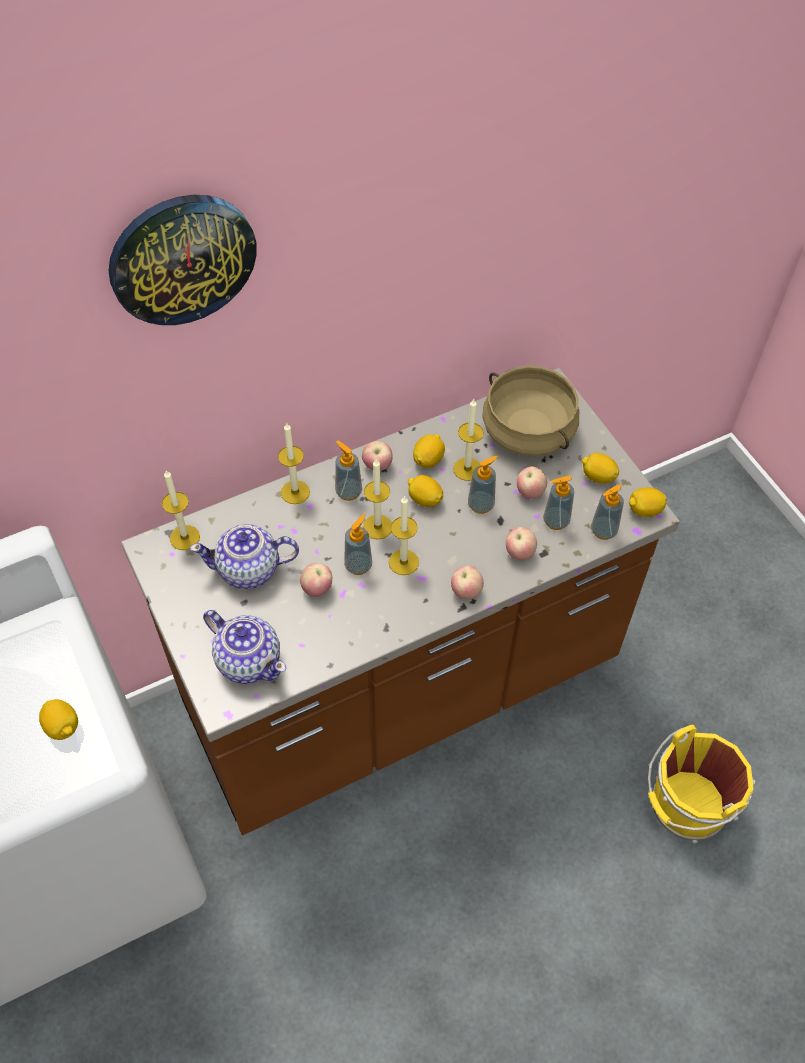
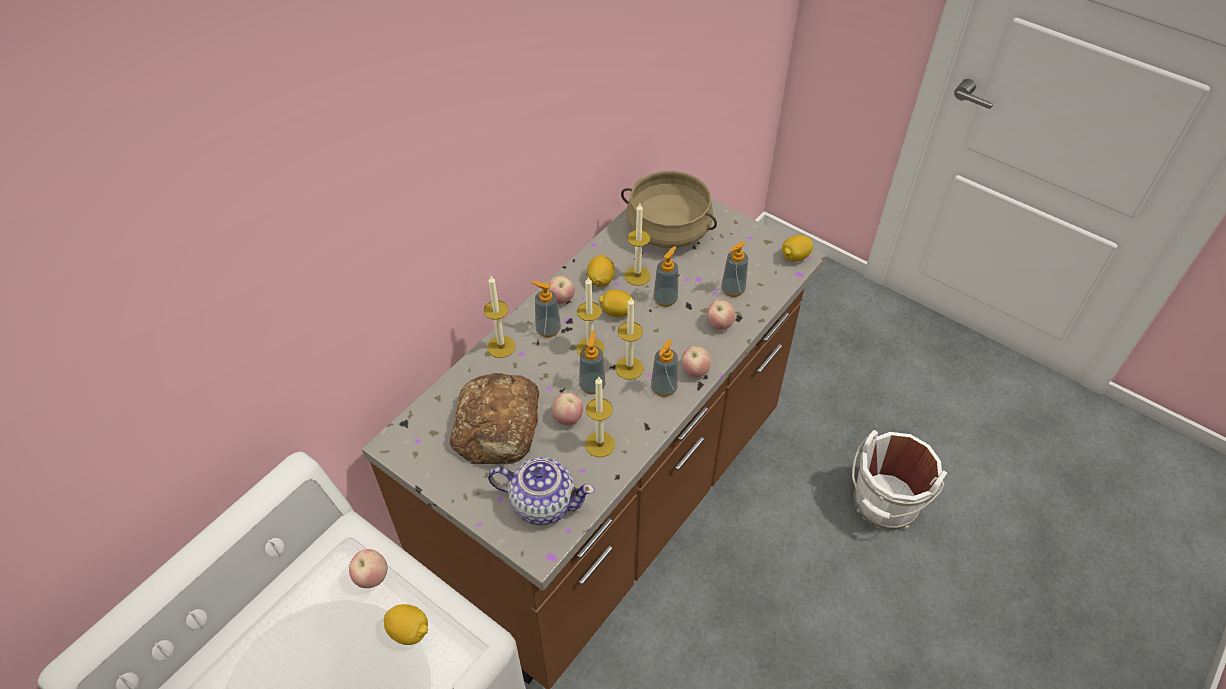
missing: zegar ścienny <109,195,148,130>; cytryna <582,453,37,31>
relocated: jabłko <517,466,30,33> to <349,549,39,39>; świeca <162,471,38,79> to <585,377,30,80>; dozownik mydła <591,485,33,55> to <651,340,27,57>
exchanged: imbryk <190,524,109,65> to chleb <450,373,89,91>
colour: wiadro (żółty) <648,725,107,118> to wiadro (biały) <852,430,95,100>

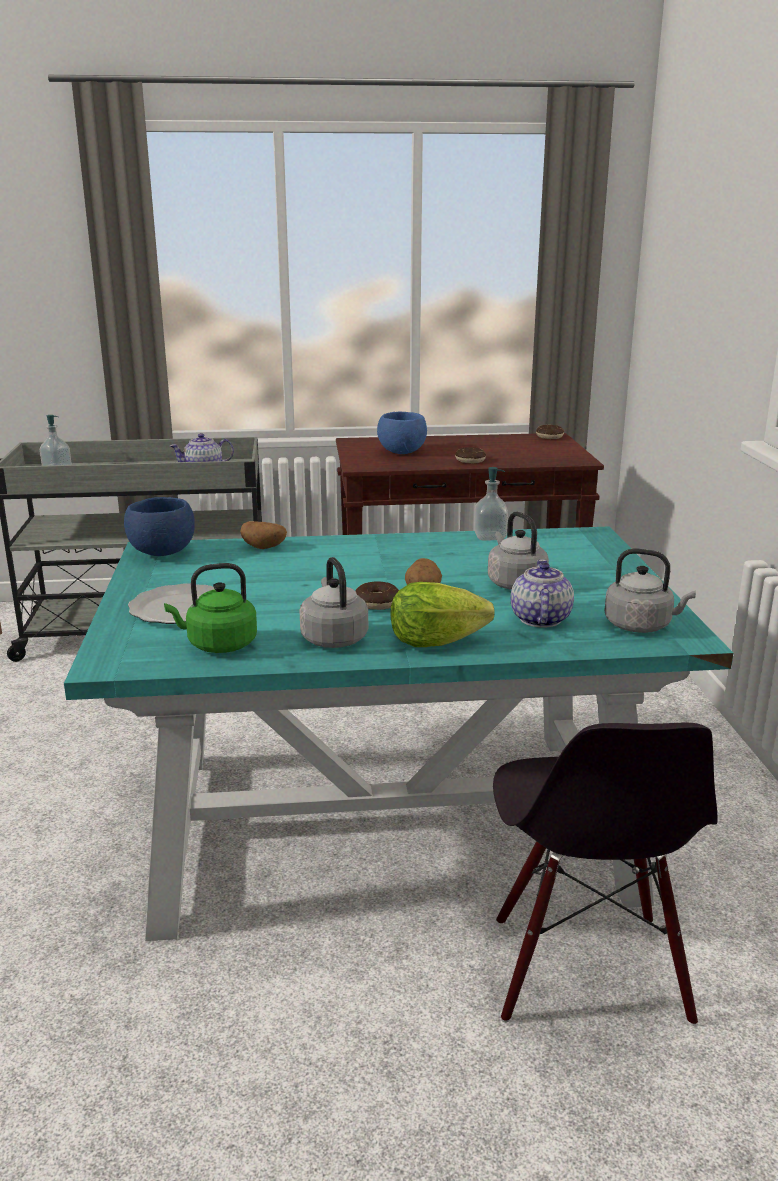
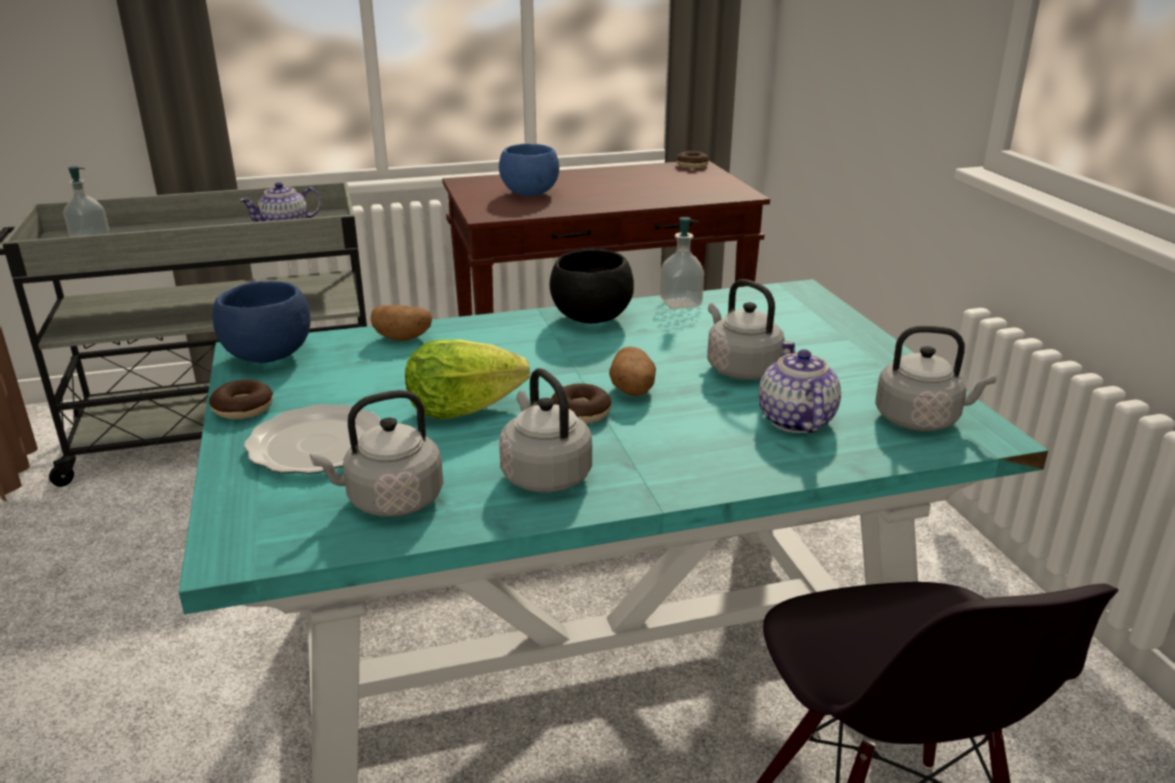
appeared: miska (czarny) <550,249,84,75>
relocated: donut <455,447,31,16> to <209,379,64,40>; sałata <390,582,105,65> to <405,340,125,79>
colour: czajnik (zielony) <164,563,93,90> to czajnik (szary) <310,390,133,127>

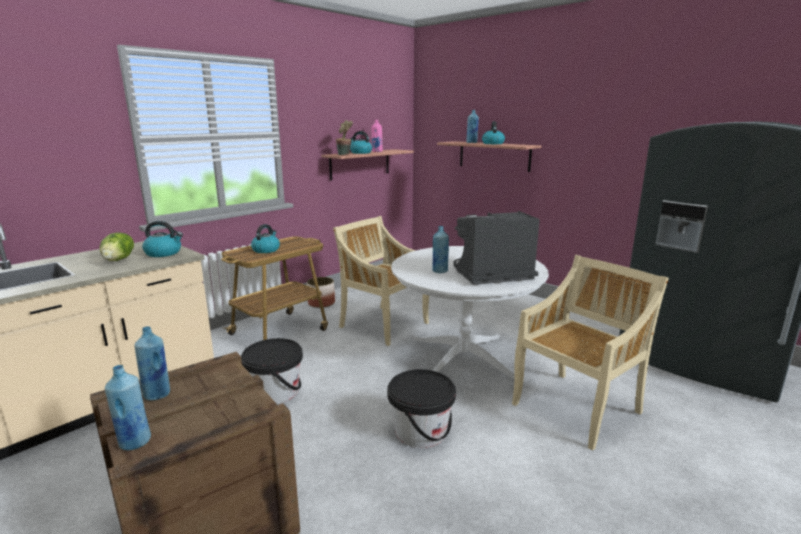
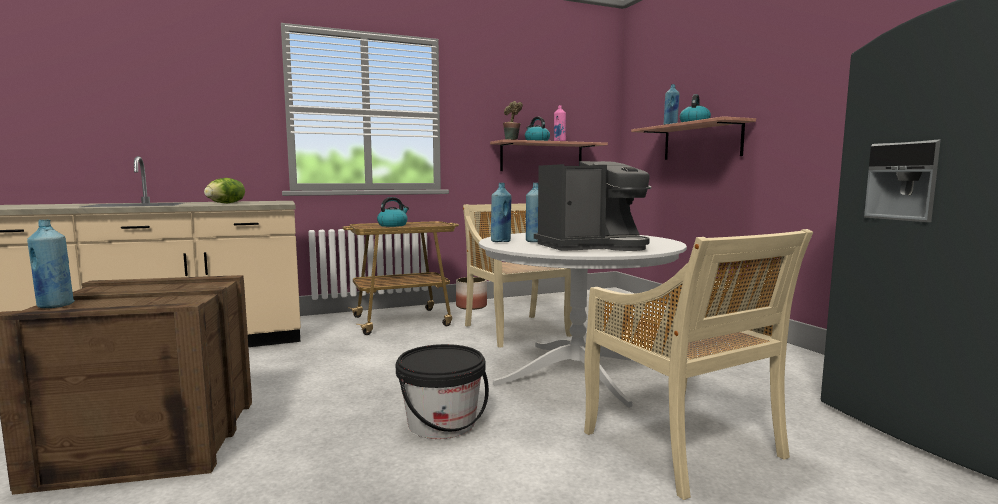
missing: czajnik <142,221,41,36>; wiadro (czarny) <241,338,62,66>
relocated: butelka (niebieski) <134,326,36,75> to <491,183,20,59>
spun: ekspres do kawy <454,211,86,74> = <534,161,117,90> 150 degrees clockwise; krzesło (beżowy) <512,255,157,196> = <584,229,229,271> 75 degrees clockwise

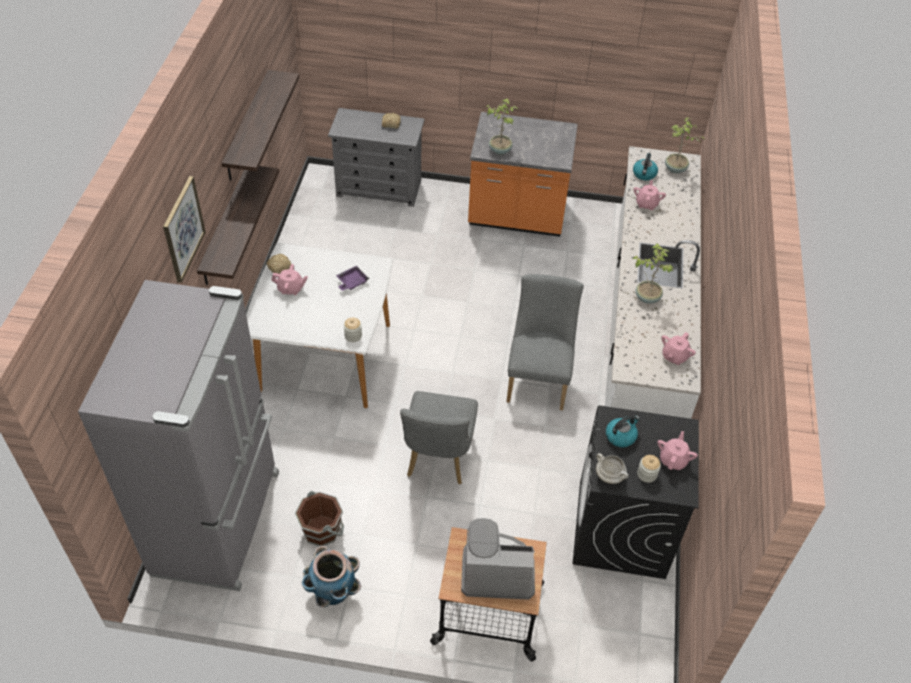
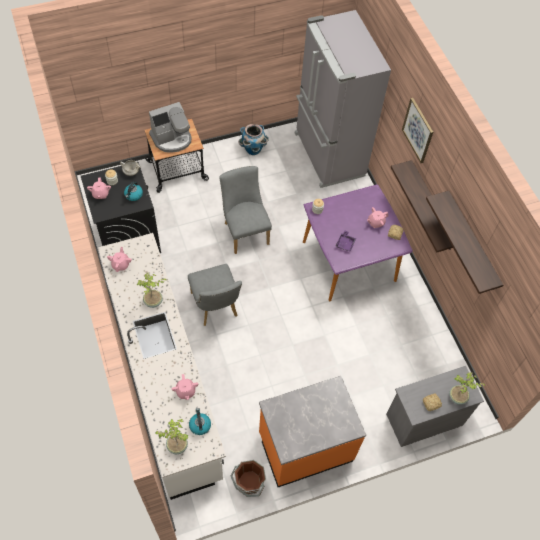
relocated: wiadro (brązowy) <295,491,49,55> to <231,460,35,37>; roślina doniczkowa <486,98,32,57> to <449,372,36,33>
colour: stół jadalny (biały) <246,243,147,165> to stół jadalny (fioletowy) <303,184,110,118>

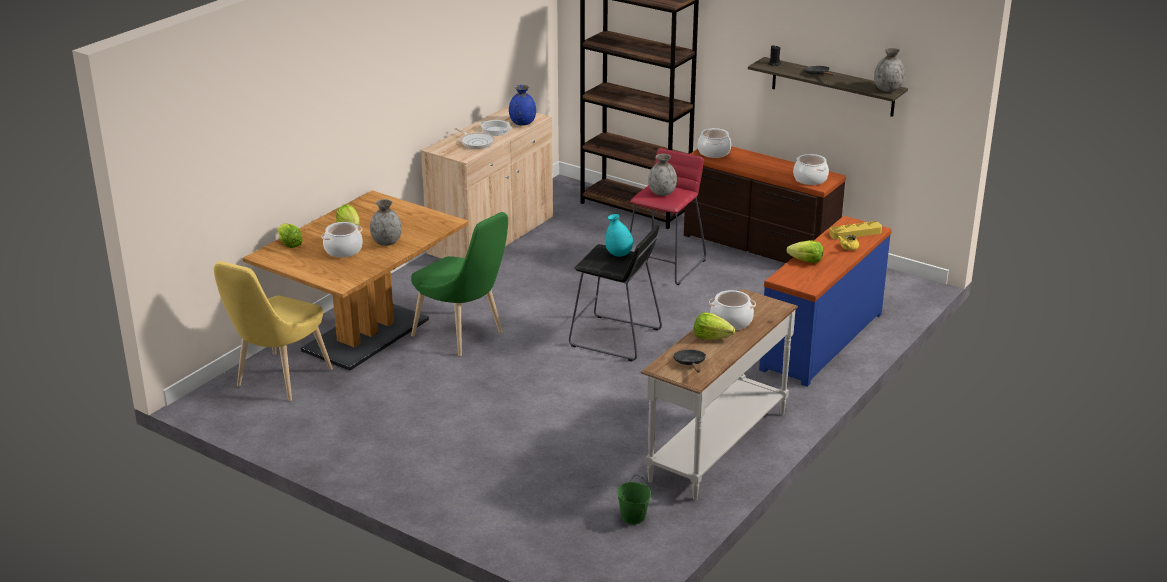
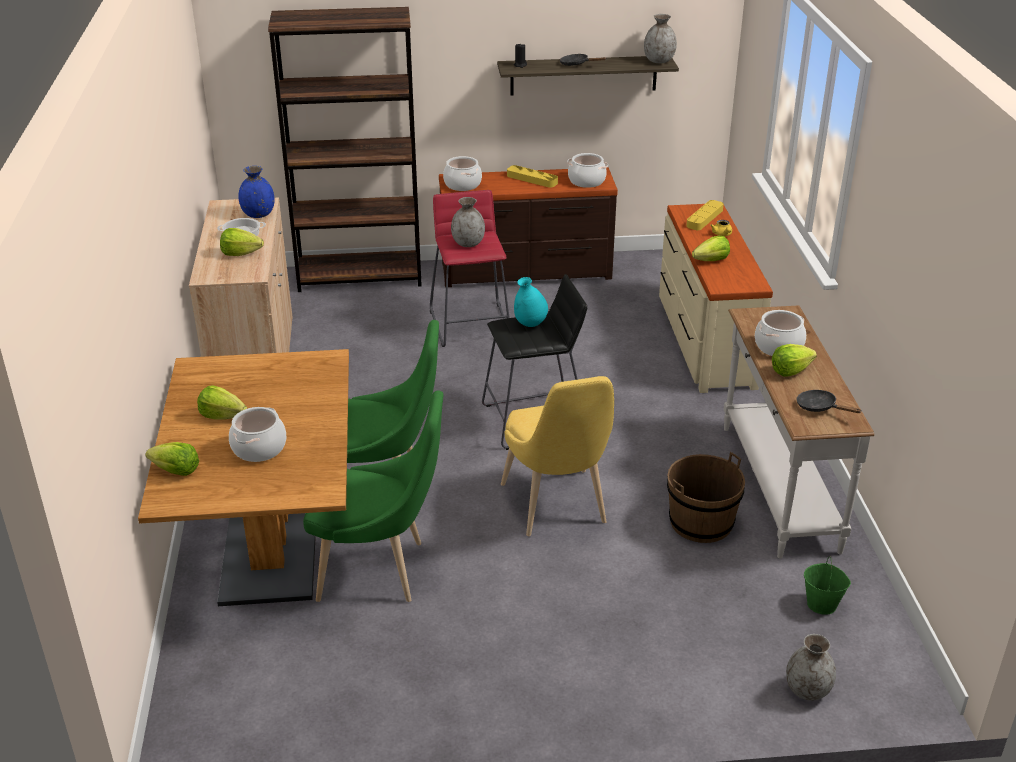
appeared: krzesło (zielony) <303,390,140,212>; taca (żółty) <507,165,51,23>; wiadro (brązowy) <667,452,78,91>
relocated: krzesło (żółty) <214,261,119,140> to <501,376,113,160>; wazon (szary) <370,199,32,47> to <786,634,50,67>
exchanged: patelnia <455,128,40,21> to sałata <220,228,44,28>
colour: komoda (niebieski) <759,216,133,171> to komoda (beżowy) <659,204,114,189>

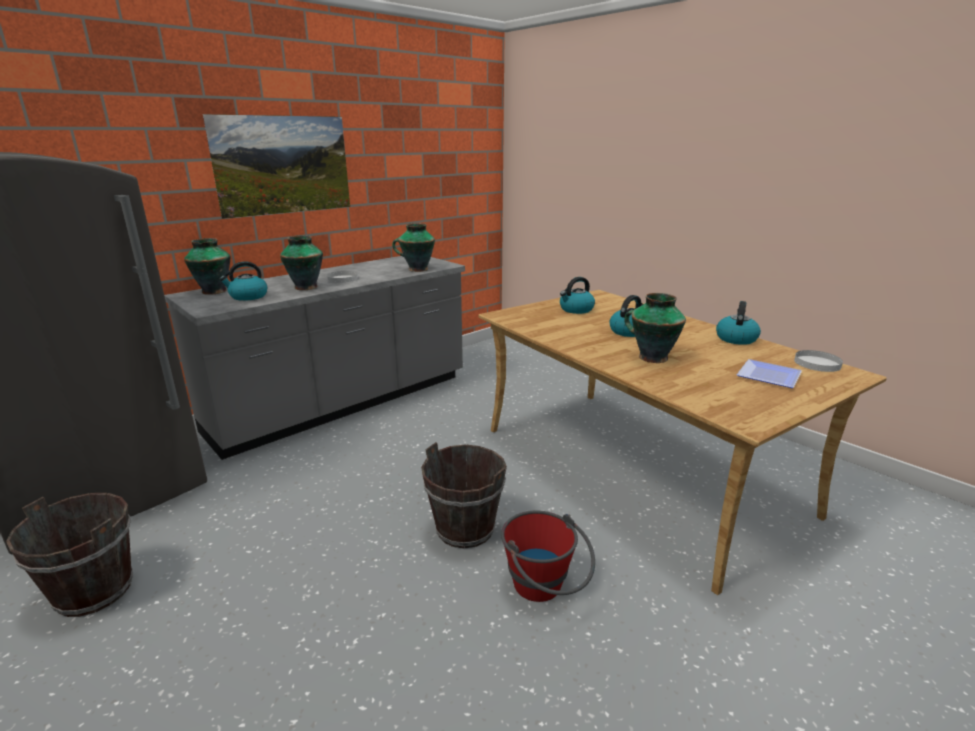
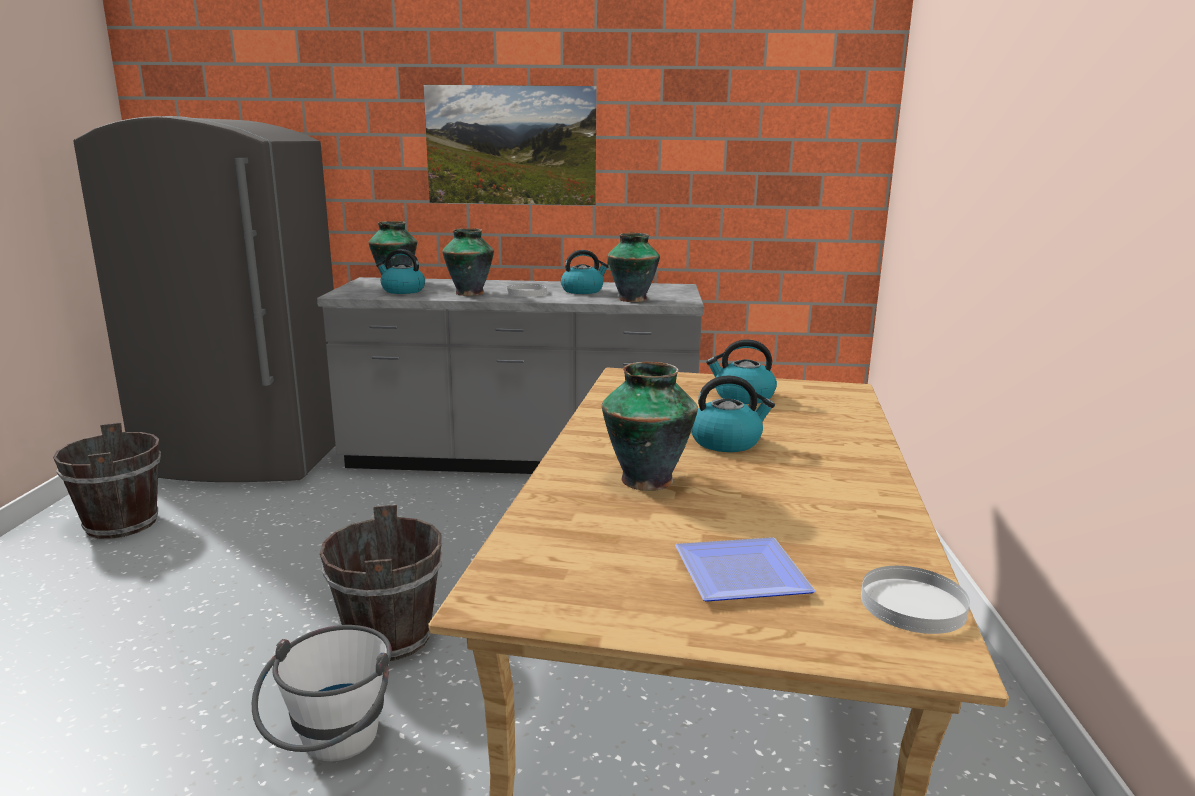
relocated: czajnik <716,301,45,44> to <561,250,47,44>
colour: wiadro (czerwony) <501,510,94,92> to wiadro (biały) <252,625,140,136>

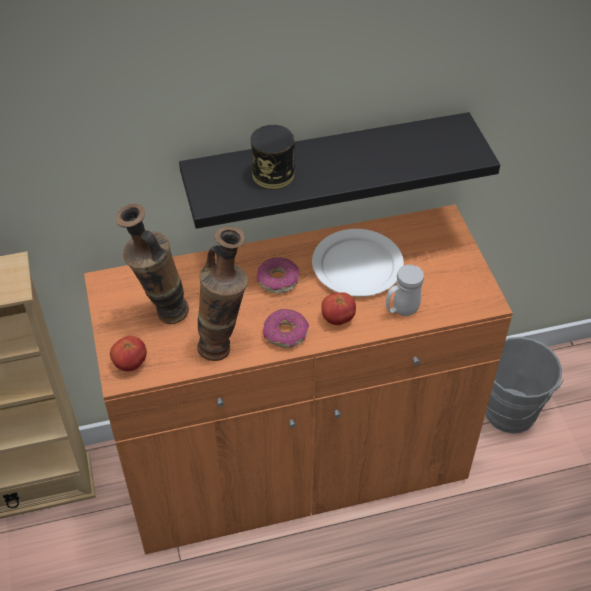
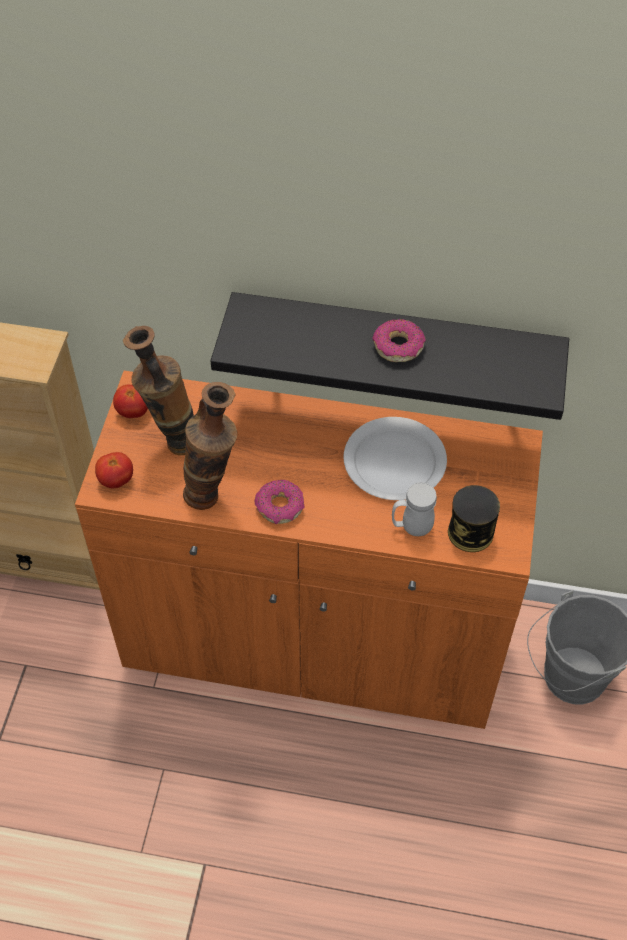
relocated: pomidor <322,292,34,33> to <113,385,35,33>; donut <257,257,43,37> to <372,319,54,43>; puszka <251,125,44,65> to <448,485,52,67>

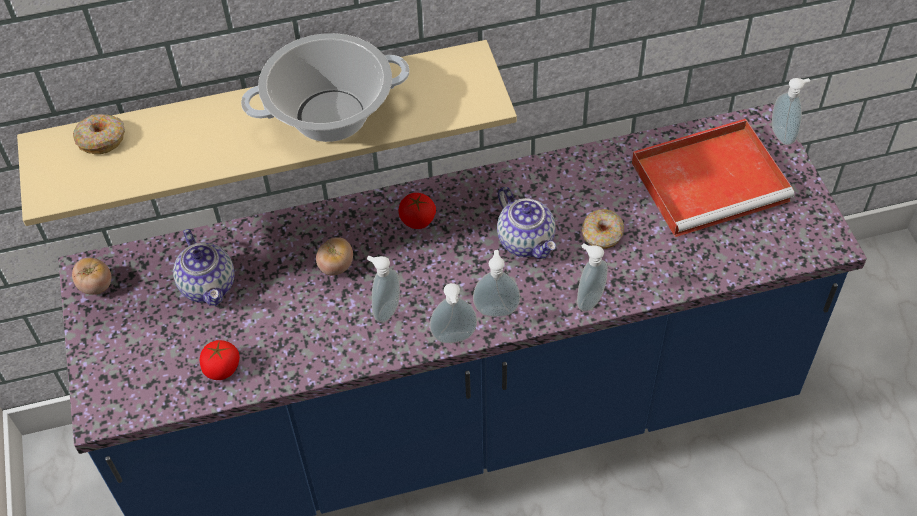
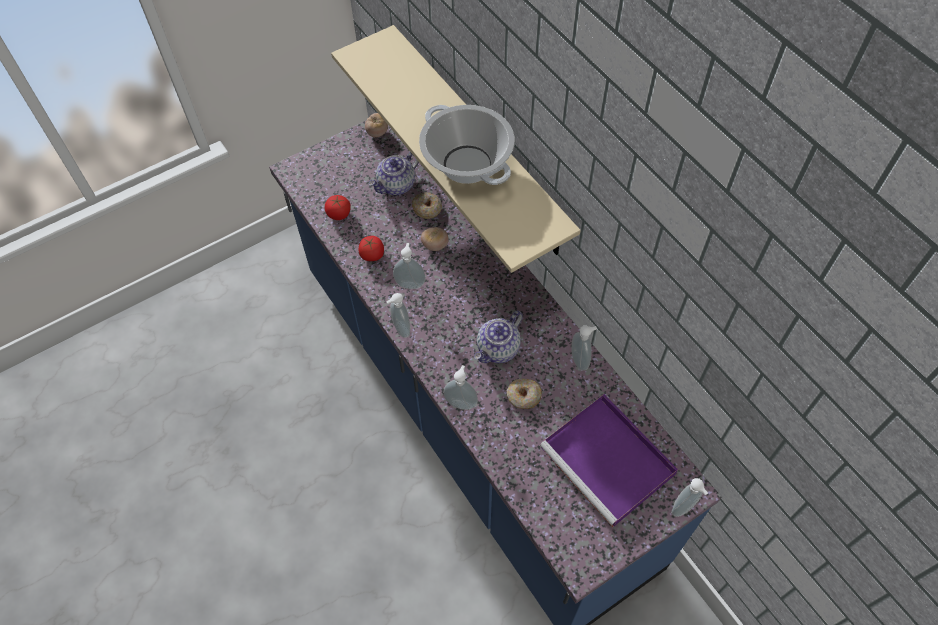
relocated: pomidor <398,193,38,36> to <359,236,25,25>; donut <73,114,52,40> to <412,192,30,27>; dozownik mydła <473,250,47,67> to <572,326,25,45>
colour: taca (czerwony) <632,119,163,118> to taca (fioletowy) <540,394,138,133>

